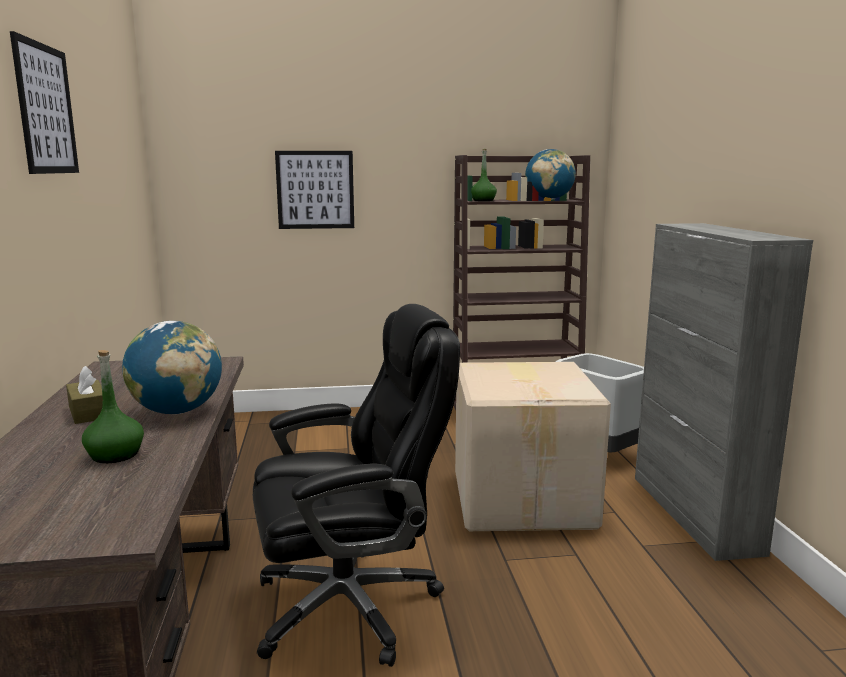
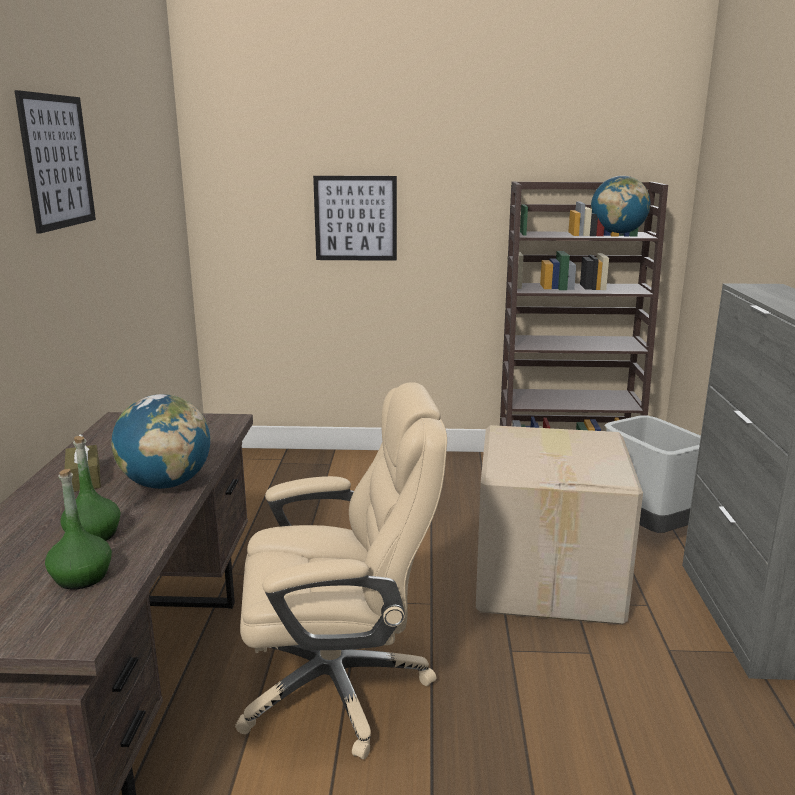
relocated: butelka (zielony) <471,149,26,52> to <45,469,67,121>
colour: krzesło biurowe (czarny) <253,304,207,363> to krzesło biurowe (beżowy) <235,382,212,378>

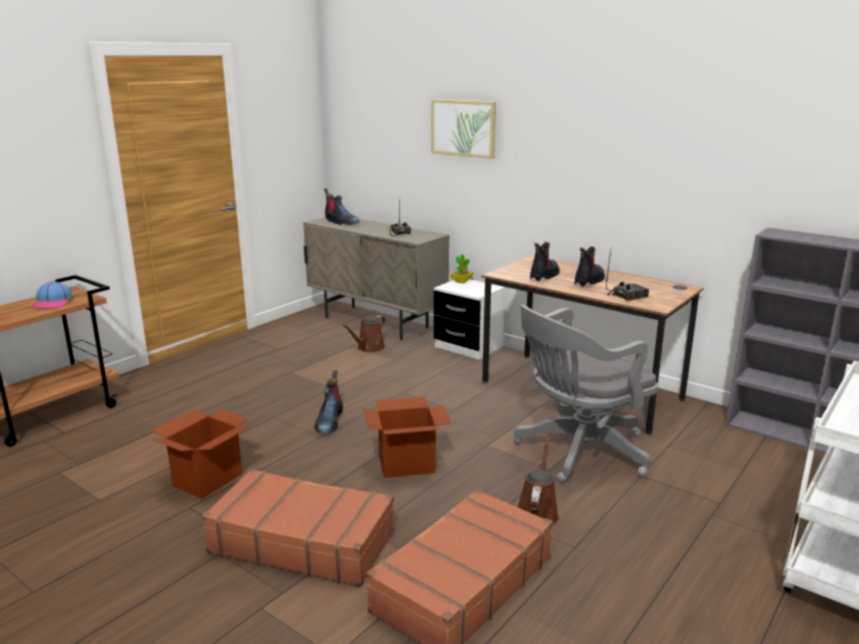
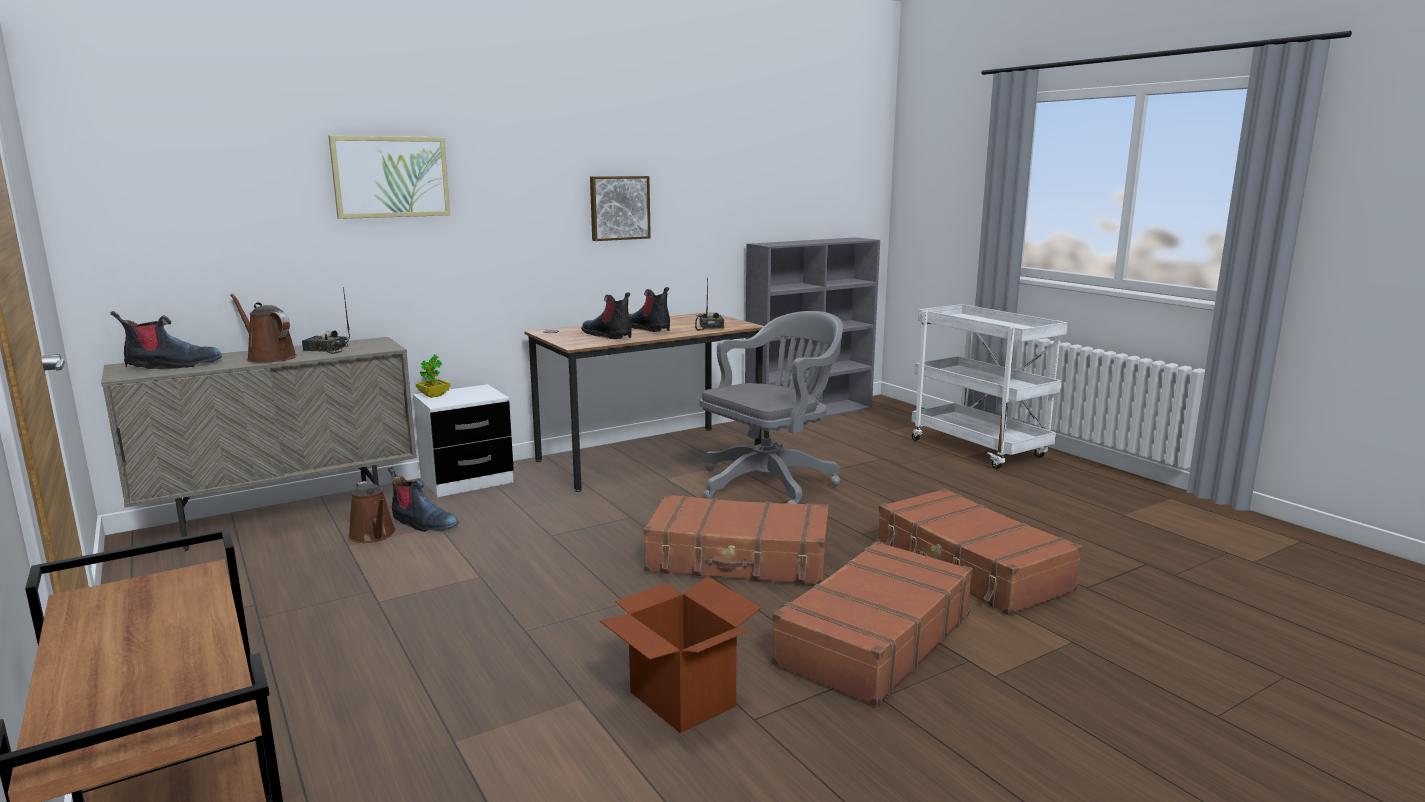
missing: czapka z daszkiem <33,281,39,28>
appeared: obraz <590,176,61,65>
relocated: konewka (brązowy) <518,438,41,86> to <230,294,67,69>; but z cholewką <314,370,29,63> to <388,467,71,65>
exchanged: karton <363,397,88,81> to walizka (brązowy) <643,494,186,91>
spun: krzesło biurowe (szary) <513,305,145,178> = <700,311,143,193> 120 degrees counterclockwise

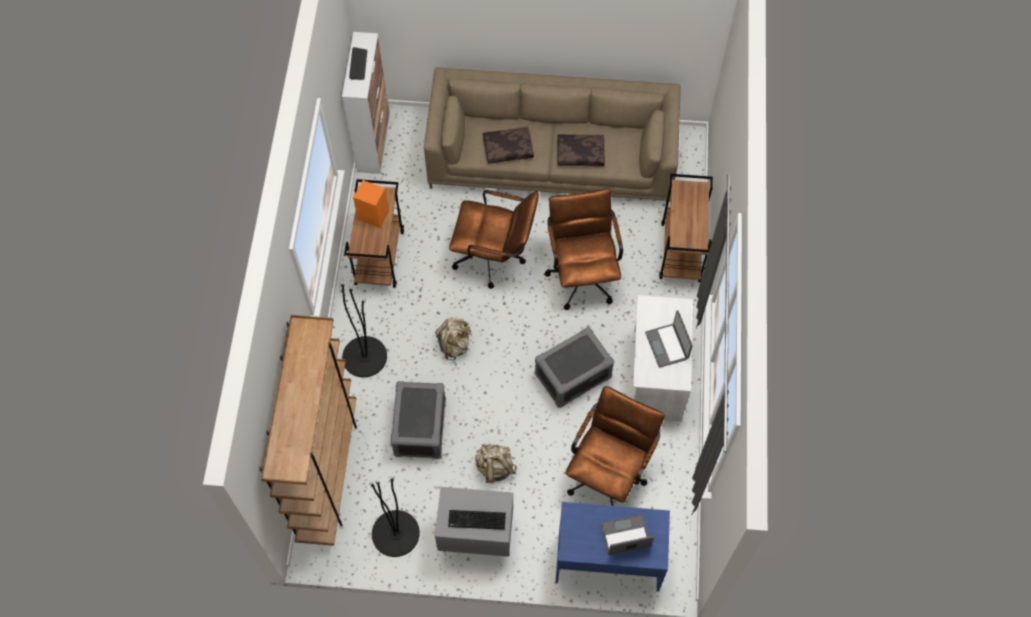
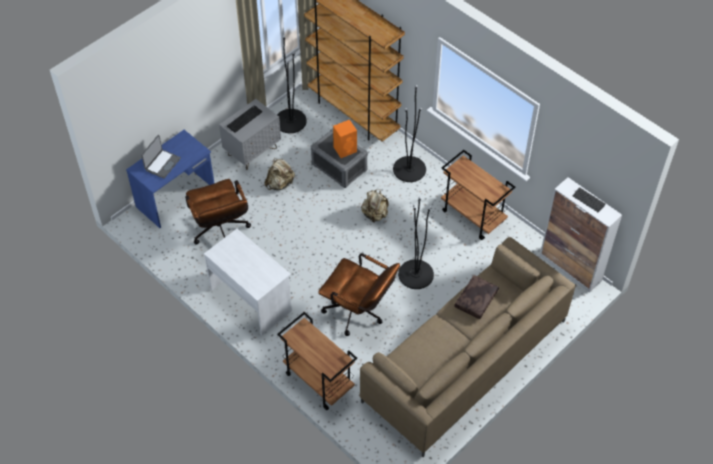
missing: pojemnik do przechowywania (szary) <535,327,79,81>; poduszka (brązowy) <557,134,48,32>; laptop <645,310,48,57>
relocated: głośnik (pomarańczowy) <353,180,36,48> to <333,120,24,38>
exchanged: krzesło biurowe (brązowy) <449,190,90,99> to lampa stojąca (czarny) <398,196,36,93>

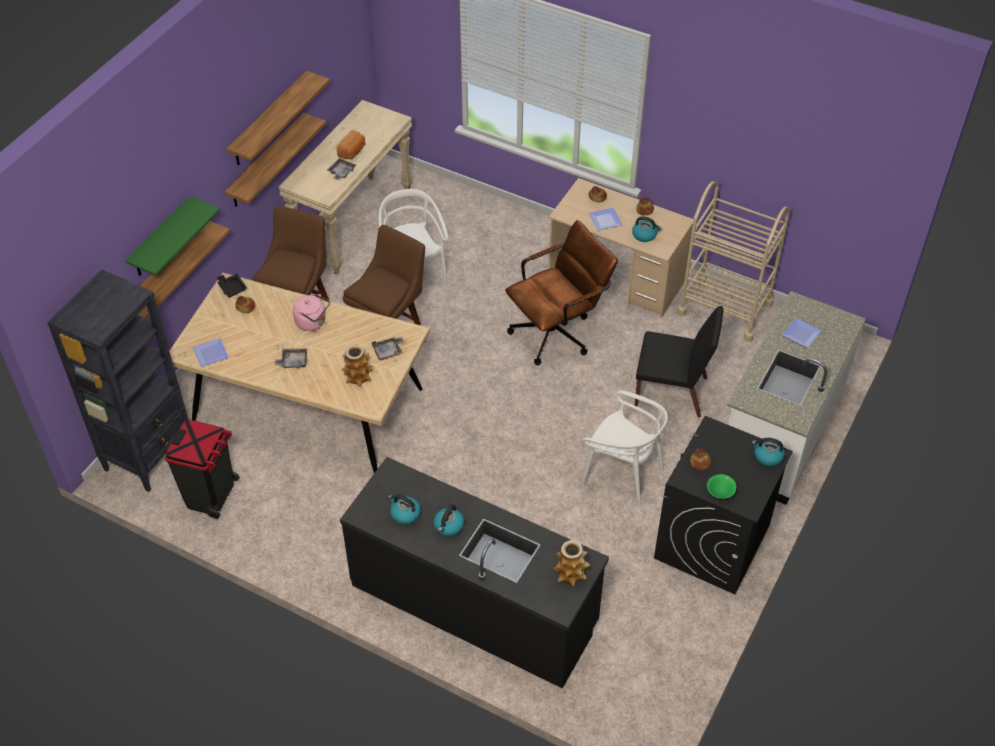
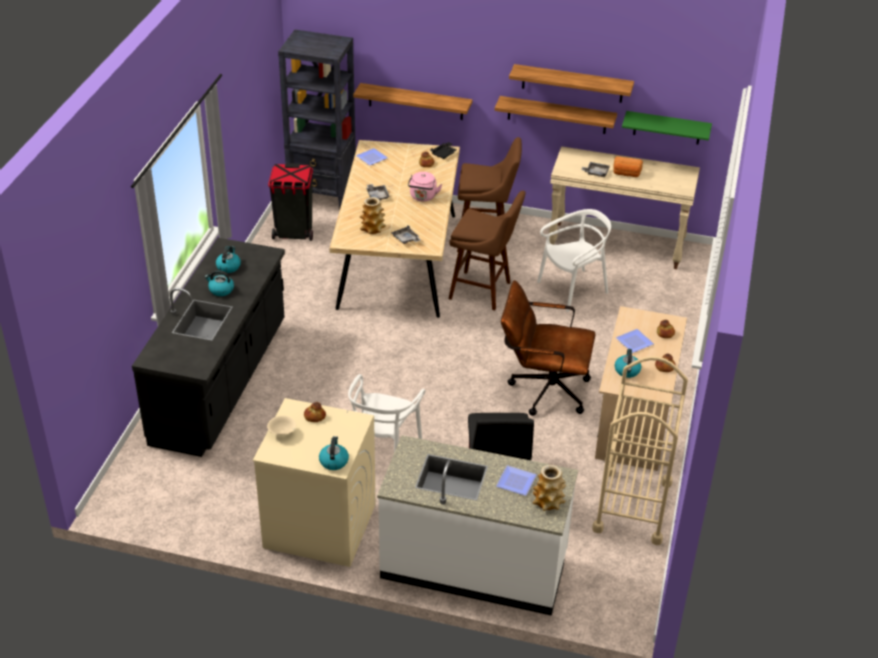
relocated: wazon <553,540,37,46> to <533,465,33,46>; półka (zielony) <125,196,95,80> to <622,111,90,33>
colour: pralka (czarny) <654,416,139,178> to pralka (beżowy) <253,398,123,169>; miska (zielony) <707,474,29,25> to miska (beżowy) <267,415,29,20>
spun: krzesło biurowe (brązowy) <505,220,113,145> = <501,280,94,136> 150 degrees clockwise

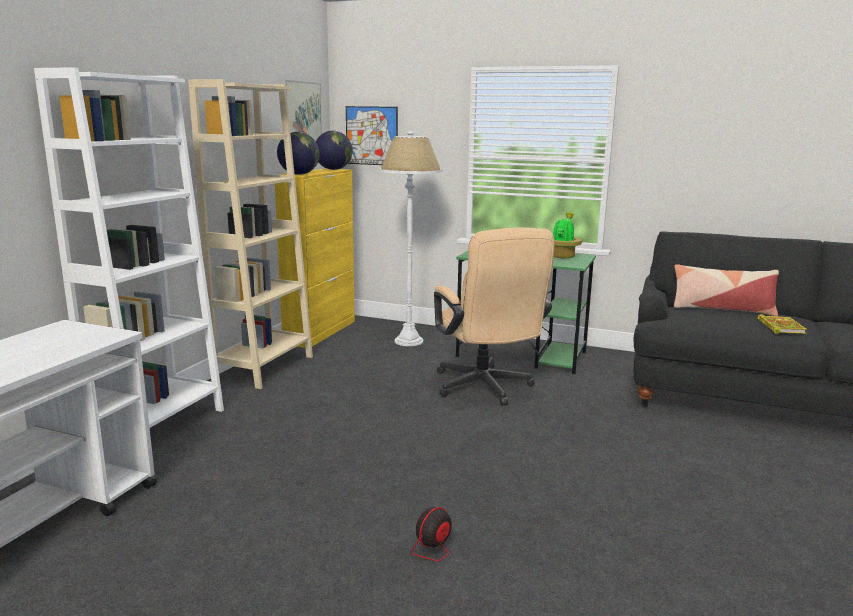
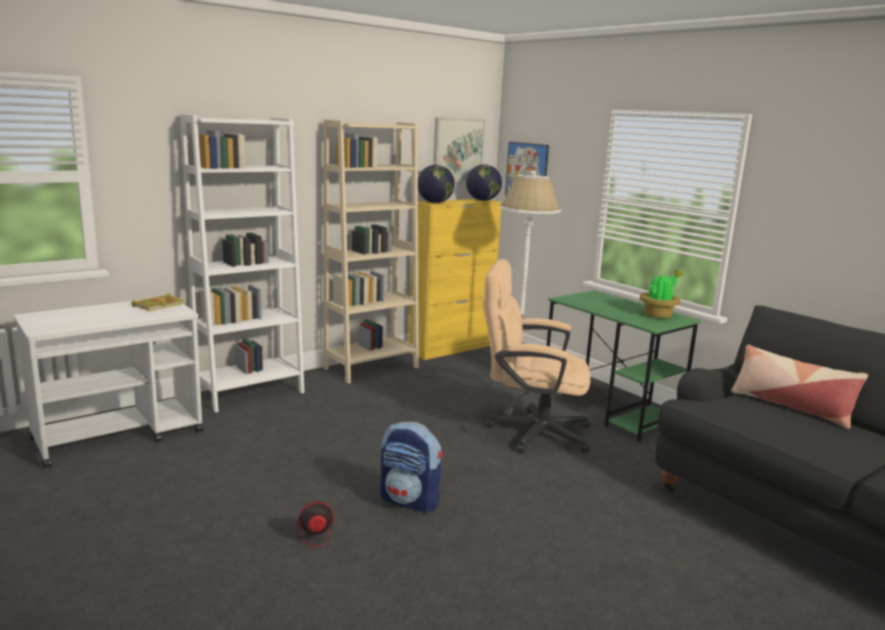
appeared: plecak <380,422,63,91>
relocated: książka <758,314,49,20> to <131,293,53,18>
spun: krzesło biurowe (beżowy) <434,227,121,179> = <484,259,106,195> 90 degrees clockwise

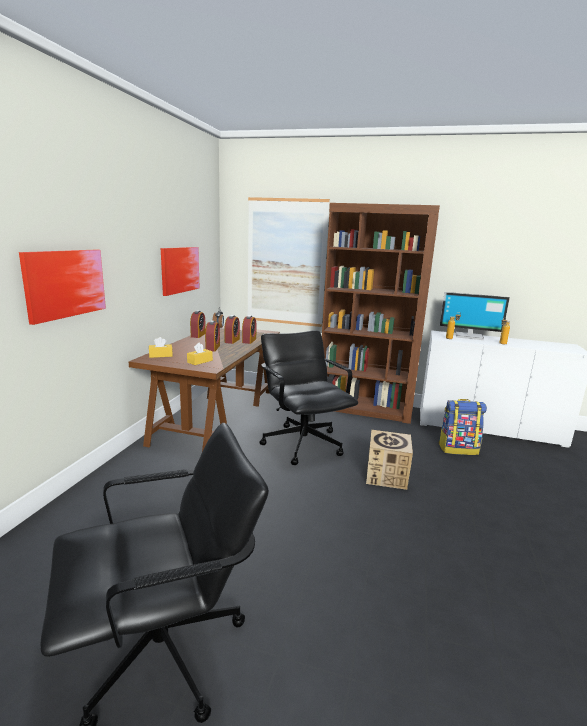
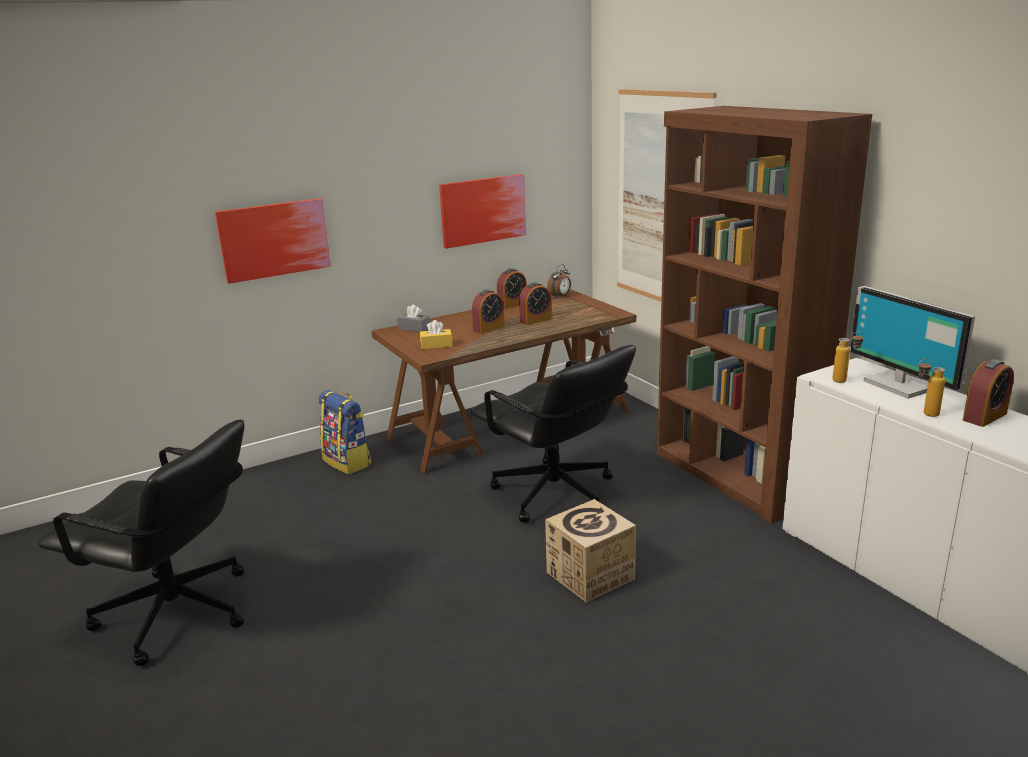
relocated: plecak <439,399,48,56> to <318,390,54,84>; budzik <242,315,15,29> to <963,359,51,68>
colour: pudełko chusteczek (żółty) <149,337,24,21> to pudełko chusteczek (szary) <397,305,33,27>
spun: krzesło biurowe (czarny) <259,330,99,135> = <471,345,165,178> 120 degrees clockwise

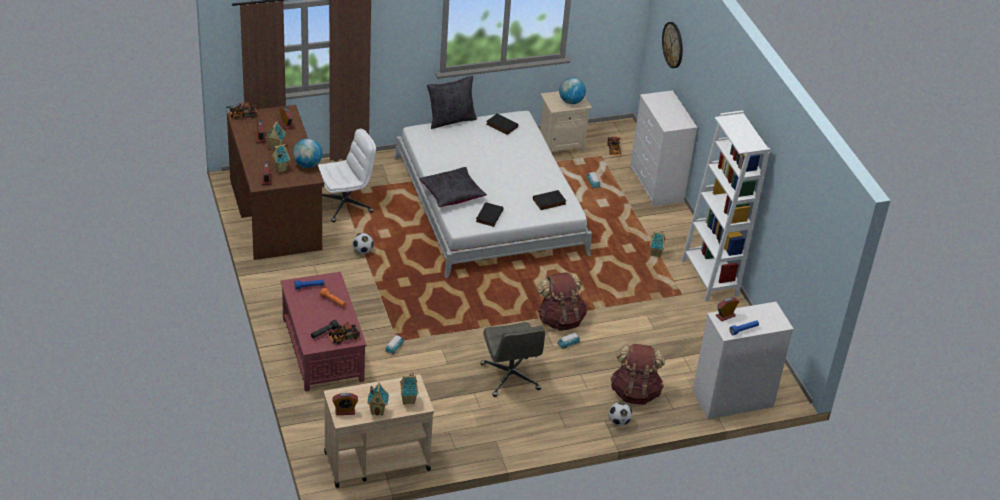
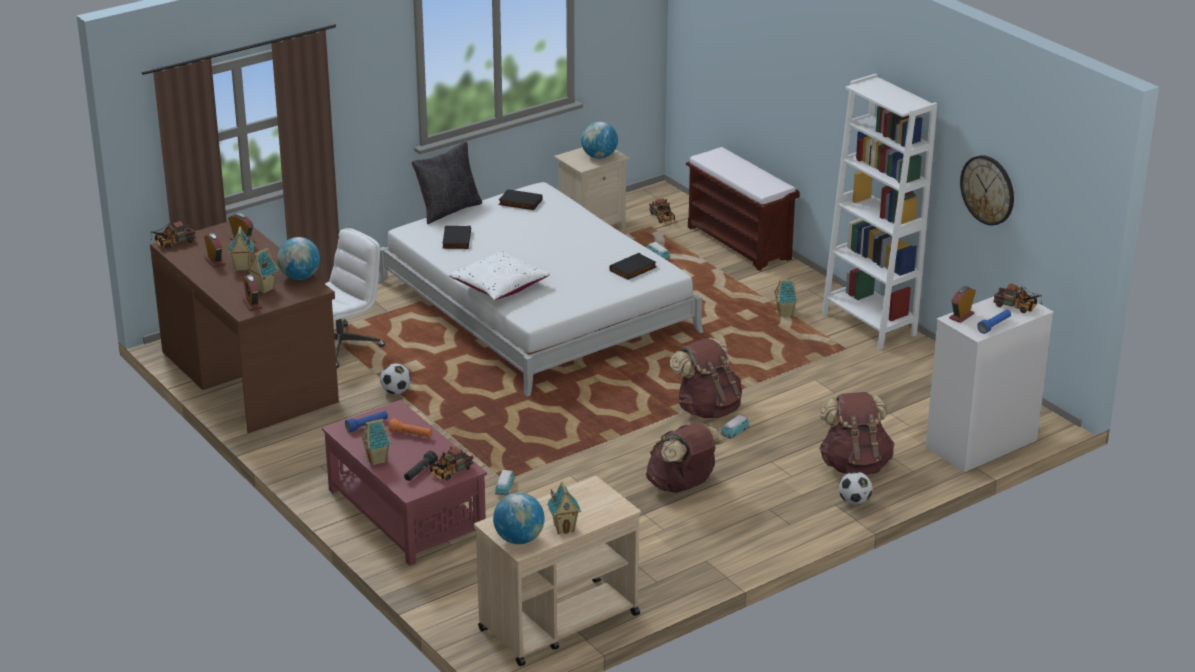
appeared: ciężarówka zabawkowa <993,283,49,30>
relocated: domek <400,374,18,30> to <361,418,30,48>; książka (czarny) <476,202,27,25> to <442,226,29,23>; zegar ścienny <662,22,21,46> to <960,155,54,70>
exchanged: budzik <332,393,26,22> to globus <493,493,52,51>; krzesło biurowe (szary) <481,322,64,75> to plecak (brązowy) <646,423,79,70>; komoda (biały) <630,90,68,117> to ławka (brązowy) <686,147,114,124>
colour: poduszka (czarny) <419,167,68,40> to poduszka (biały) <449,251,101,49>

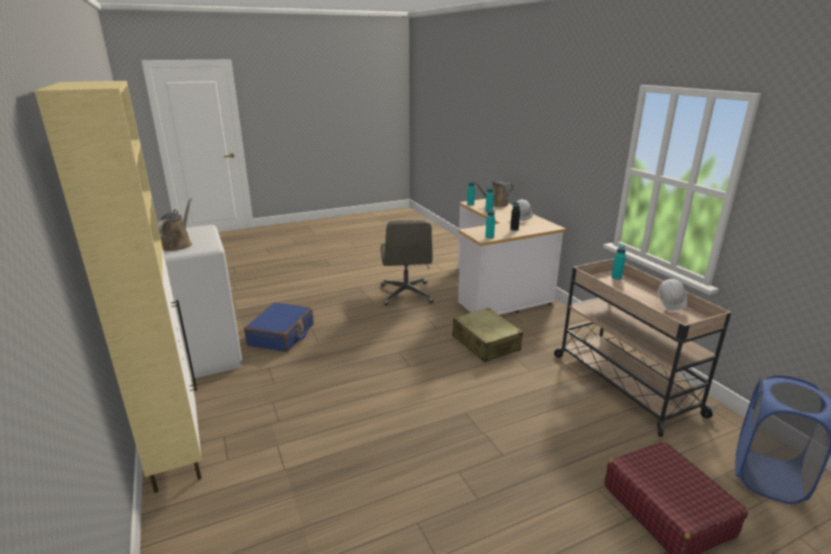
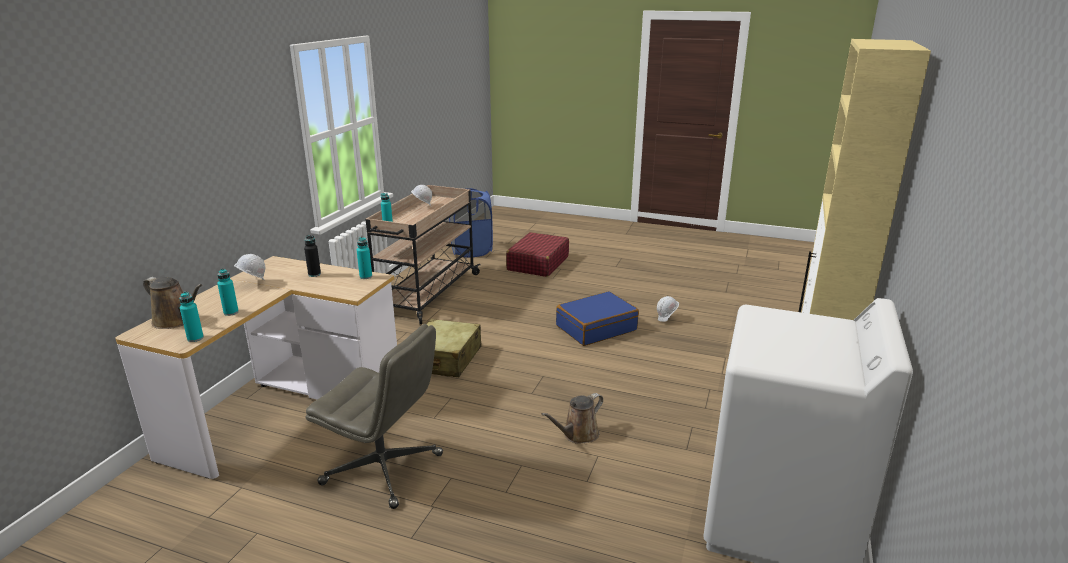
appeared: kask (biały) <657,296,22,26>
relocated: konewka (brązowy) <158,198,34,53> to <541,393,62,51>; walizka (niebieski) <244,302,69,50> to <556,291,83,55>
spun: krzesło biurowe (szary) <380,220,53,85> = <306,324,137,185> 75 degrees clockwise

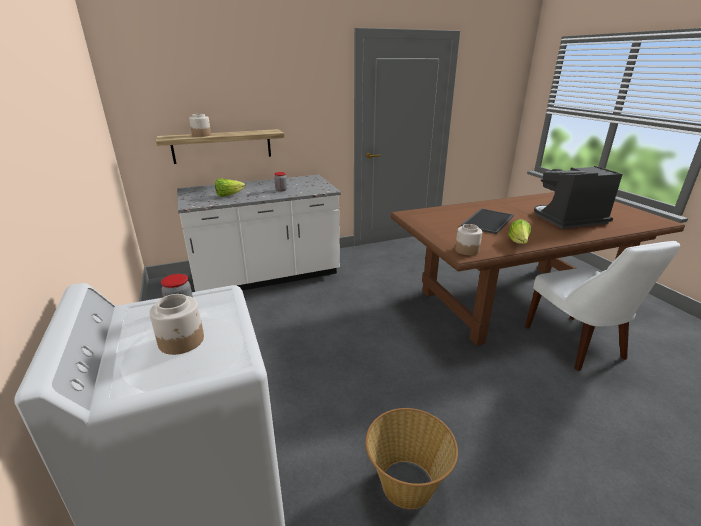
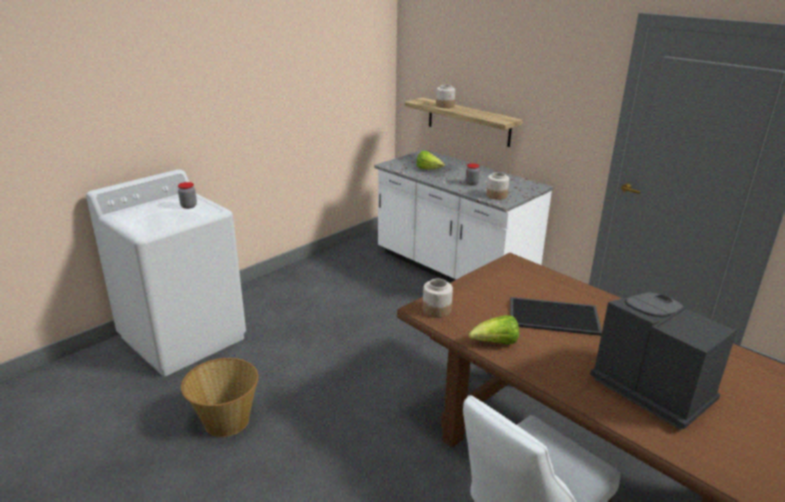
relocated: słoik <149,294,55,61> to <486,172,23,28>

